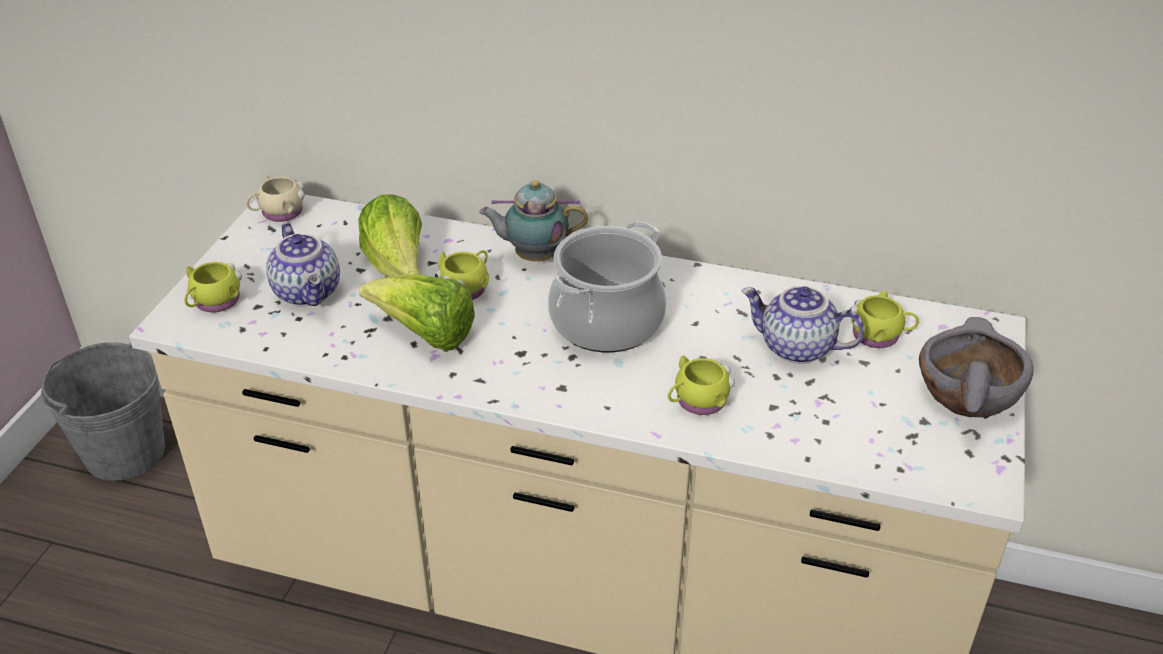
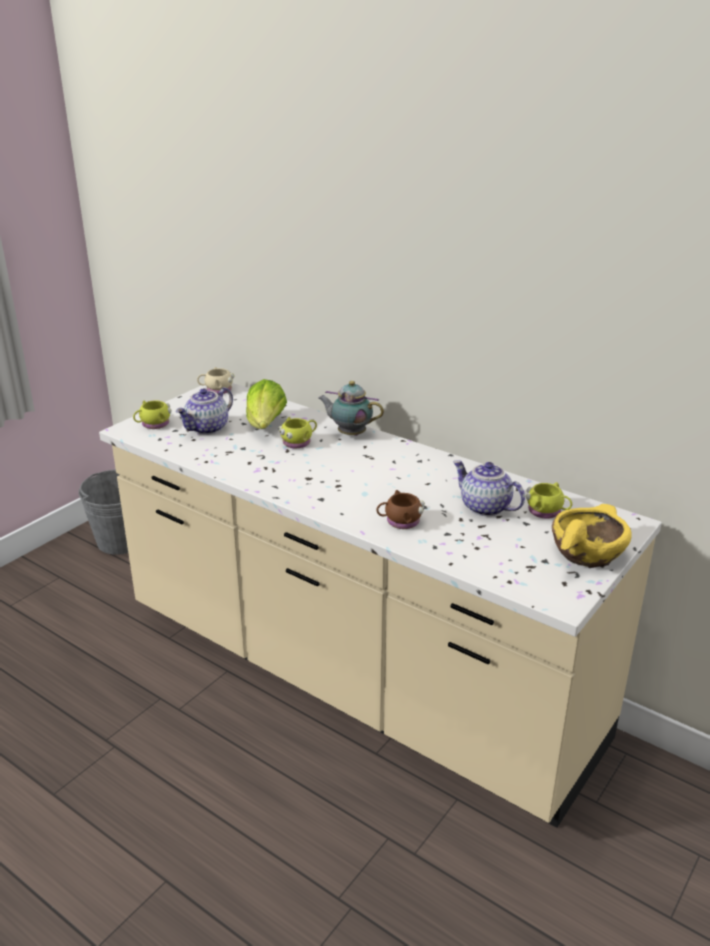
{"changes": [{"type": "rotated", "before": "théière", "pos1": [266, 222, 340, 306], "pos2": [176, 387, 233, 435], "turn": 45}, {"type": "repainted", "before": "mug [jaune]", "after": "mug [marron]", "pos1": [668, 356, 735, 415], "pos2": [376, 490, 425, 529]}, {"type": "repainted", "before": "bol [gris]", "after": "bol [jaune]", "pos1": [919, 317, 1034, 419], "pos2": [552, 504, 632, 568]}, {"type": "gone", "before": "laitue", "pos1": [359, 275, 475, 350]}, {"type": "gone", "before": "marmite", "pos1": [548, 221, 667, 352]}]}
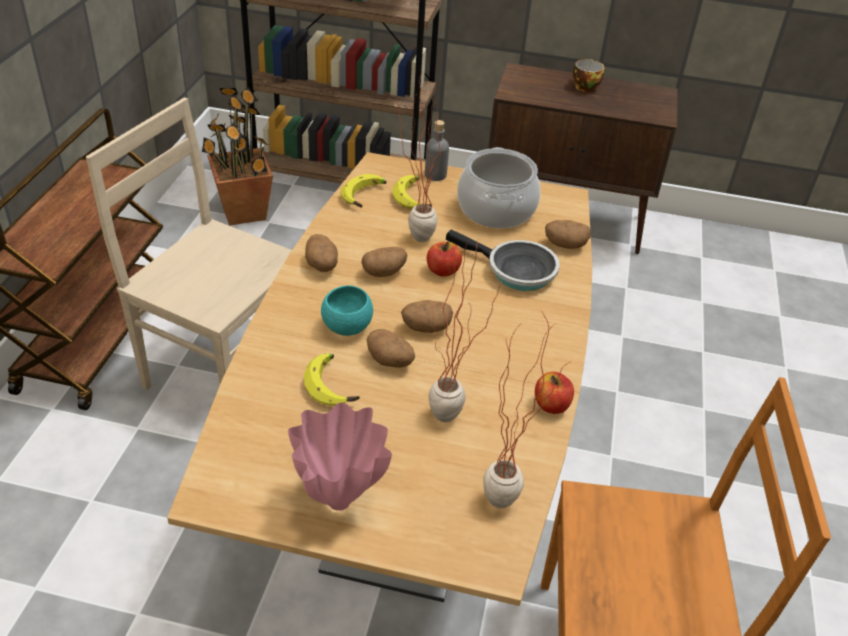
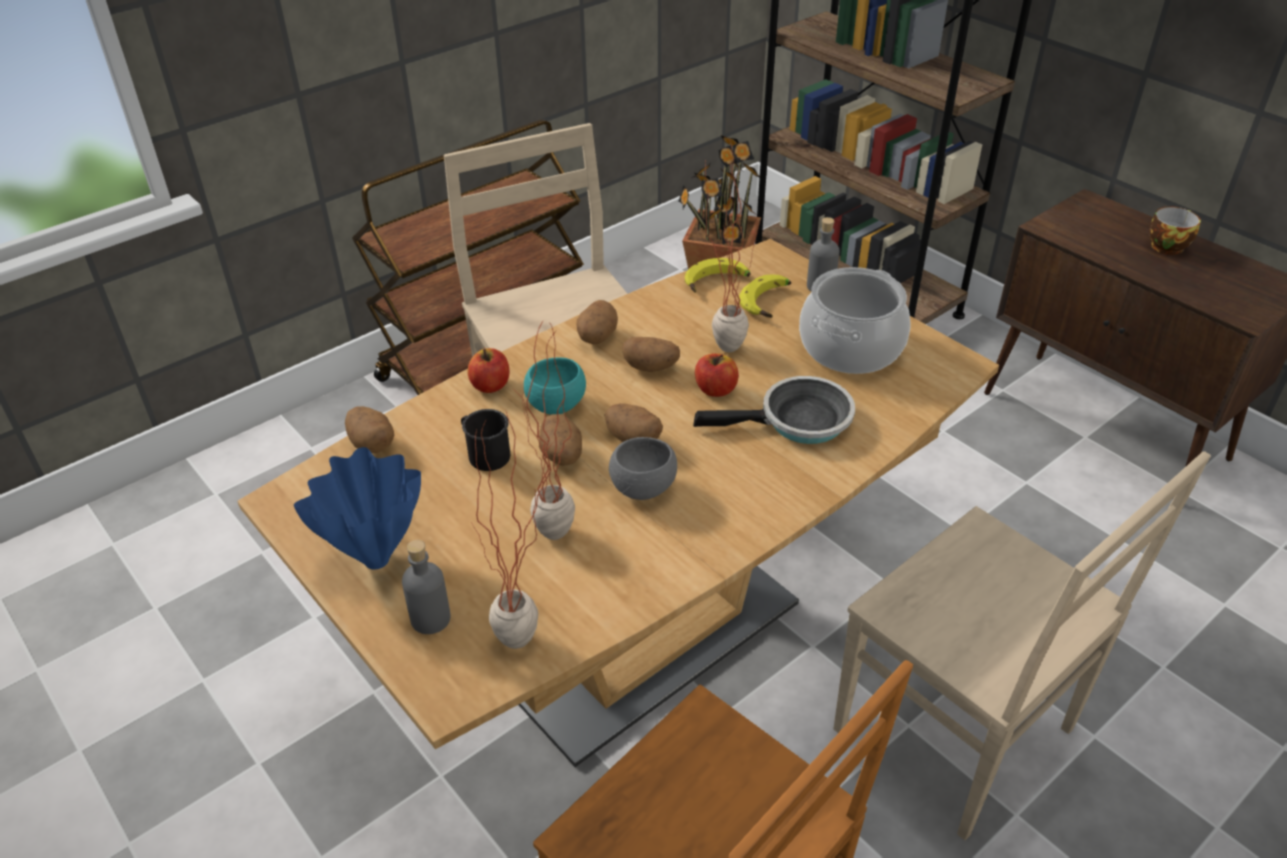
{"changes": [{"type": "repainted", "before": "vase [rose]", "after": "vase [bleu]", "pos1": [288, 402, 392, 511], "pos2": [294, 447, 421, 569]}, {"type": "shifted", "before": "pomme de terre", "pos1": [545, 220, 591, 249], "pos2": [345, 406, 394, 453]}, {"type": "new", "after": "bouteille [gris]", "pos2": [402, 540, 451, 634]}, {"type": "swapped", "before": "banane", "after": "mug [noir]", "pos1": [304, 353, 360, 406], "pos2": [461, 409, 510, 471]}, {"type": "shifted", "before": "pomme", "pos1": [535, 371, 574, 414], "pos2": [467, 348, 510, 393]}, {"type": "new", "after": "bol [gris]", "pos2": [609, 437, 677, 500]}, {"type": "rotated", "before": "poêle", "pos1": [446, 229, 560, 291], "pos2": [693, 376, 855, 444], "turn": -75}, {"type": "new", "after": "chaise [beige]", "pos2": [833, 451, 1211, 840]}]}
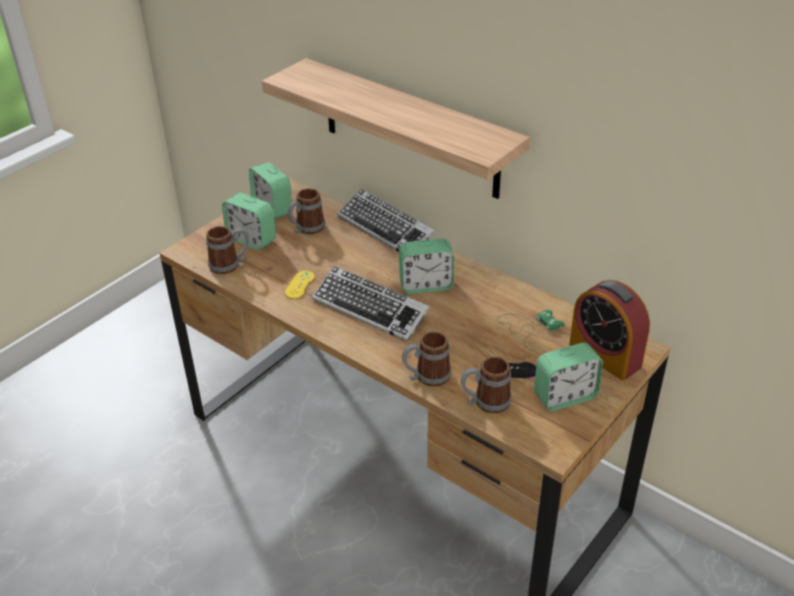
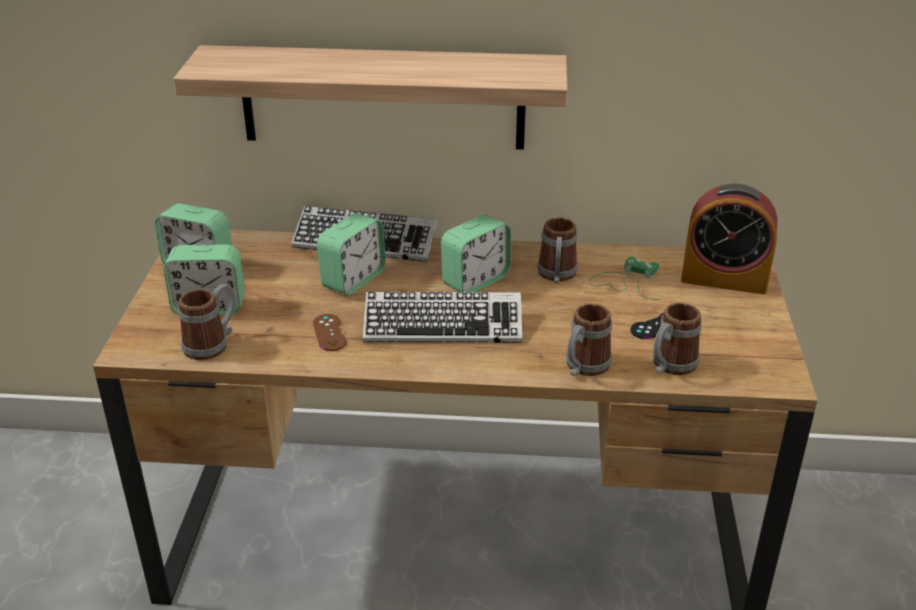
{"changes": [{"type": "repainted", "before": "manette [jaune]", "after": "manette [marron]", "pos1": [285, 271, 315, 299], "pos2": [313, 314, 347, 351]}, {"type": "shifted", "before": "réveil", "pos1": [534, 342, 603, 411], "pos2": [317, 213, 386, 295]}, {"type": "shifted", "before": "mug", "pos1": [288, 188, 325, 234], "pos2": [537, 218, 578, 283]}]}
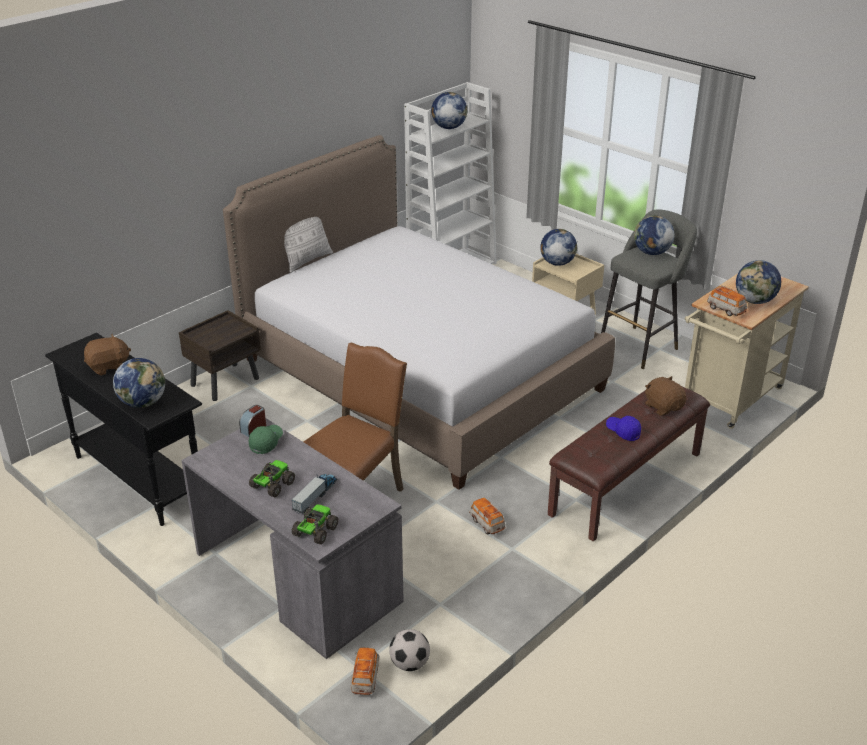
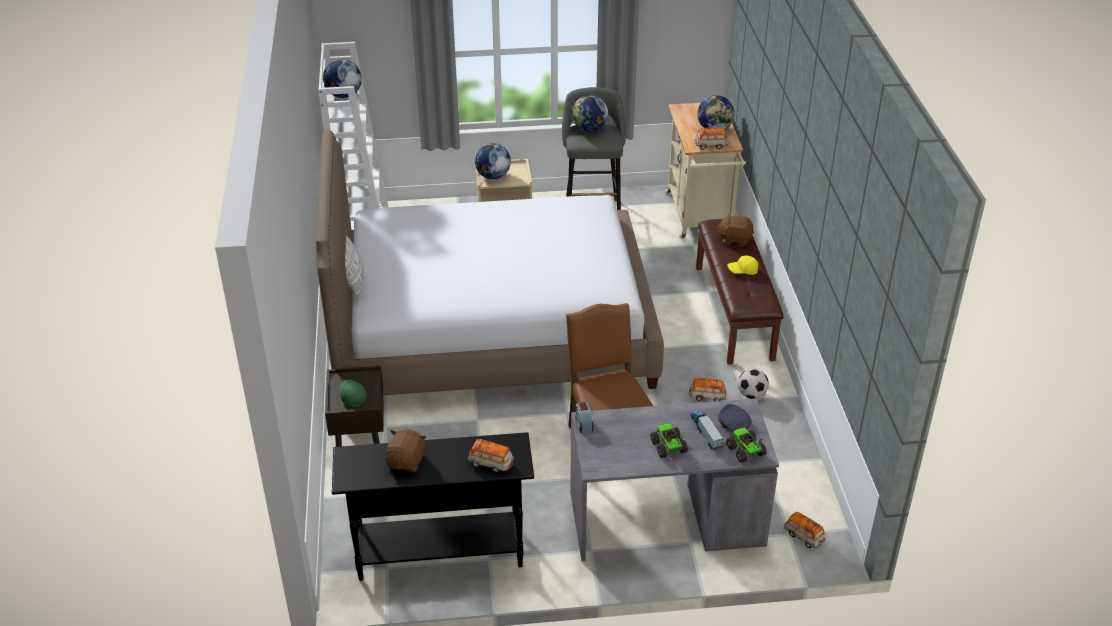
{"changes": [{"type": "shifted", "before": "casquette [vert]", "pos1": [249, 425, 283, 454], "pos2": [339, 379, 367, 407]}, {"type": "swapped", "before": "globe", "after": "petite voiture", "pos1": [113, 358, 165, 408], "pos2": [468, 439, 514, 473]}, {"type": "new", "after": "casquette [gris]", "pos2": [718, 404, 752, 432]}, {"type": "repainted", "before": "casquette [bleu]", "after": "casquette [jaune]", "pos1": [606, 416, 641, 441], "pos2": [727, 256, 758, 275]}, {"type": "shifted", "before": "ballon de foot", "pos1": [389, 629, 430, 671], "pos2": [738, 368, 769, 399]}]}
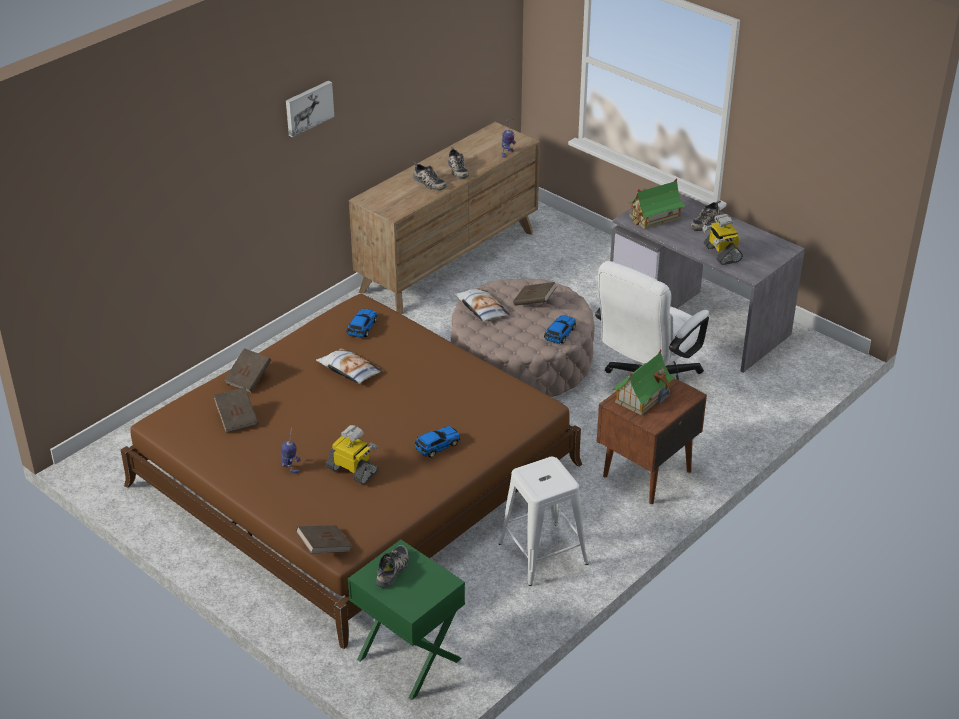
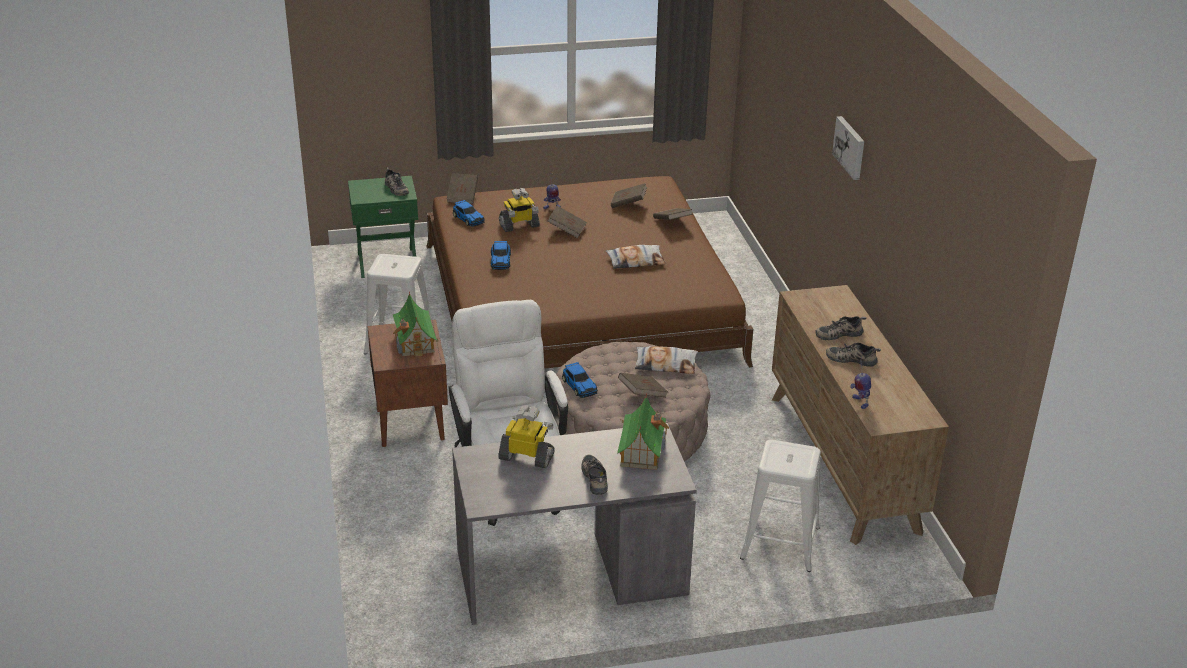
{"changes": [{"type": "shifted", "before": "petite voiture", "pos1": [346, 309, 377, 338], "pos2": [453, 200, 485, 227]}, {"type": "new", "after": "livre [marron]", "pos2": [547, 206, 587, 238]}, {"type": "new", "after": "tabouret [blanc]", "pos2": [740, 440, 821, 572]}]}
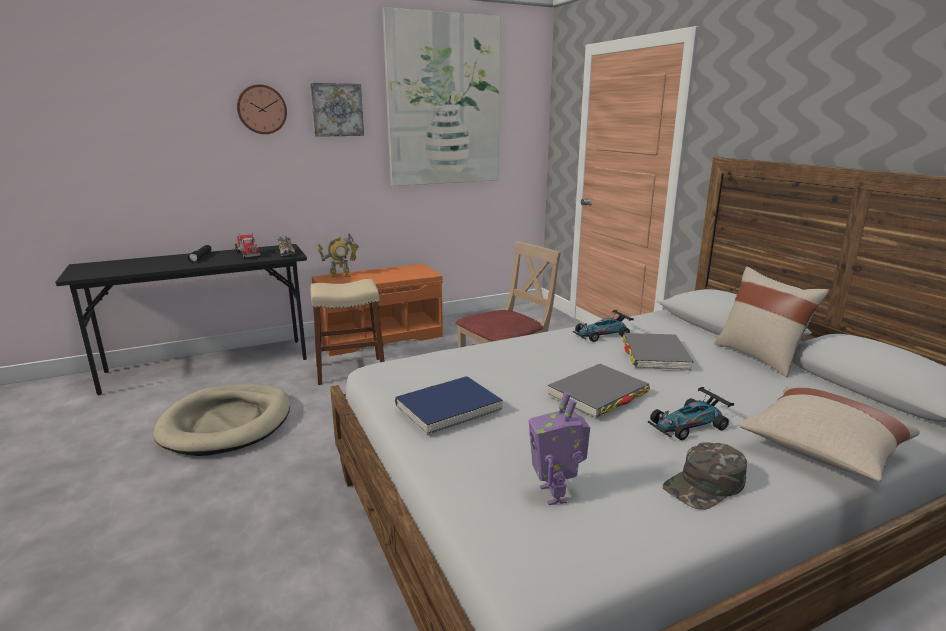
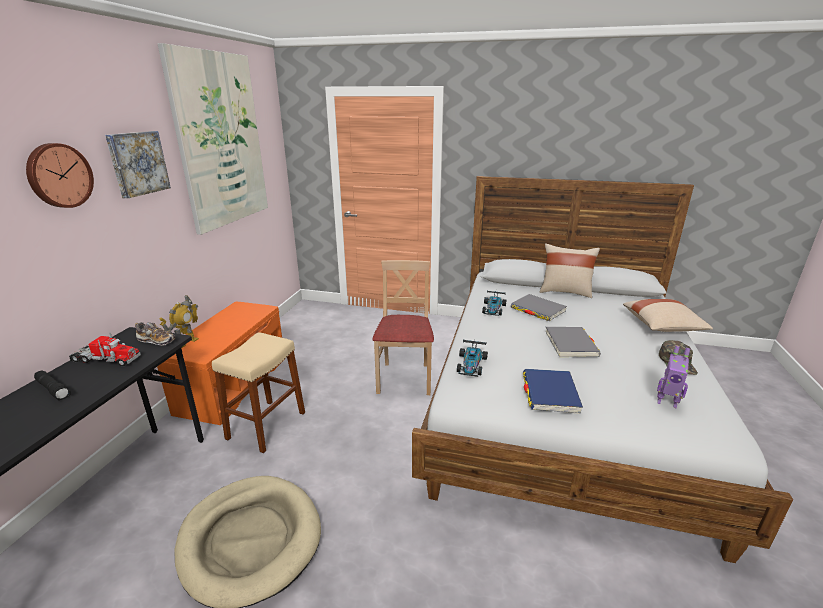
{"changes": [{"type": "shifted", "before": "petite voiture", "pos1": [648, 387, 734, 440], "pos2": [457, 339, 488, 377]}]}
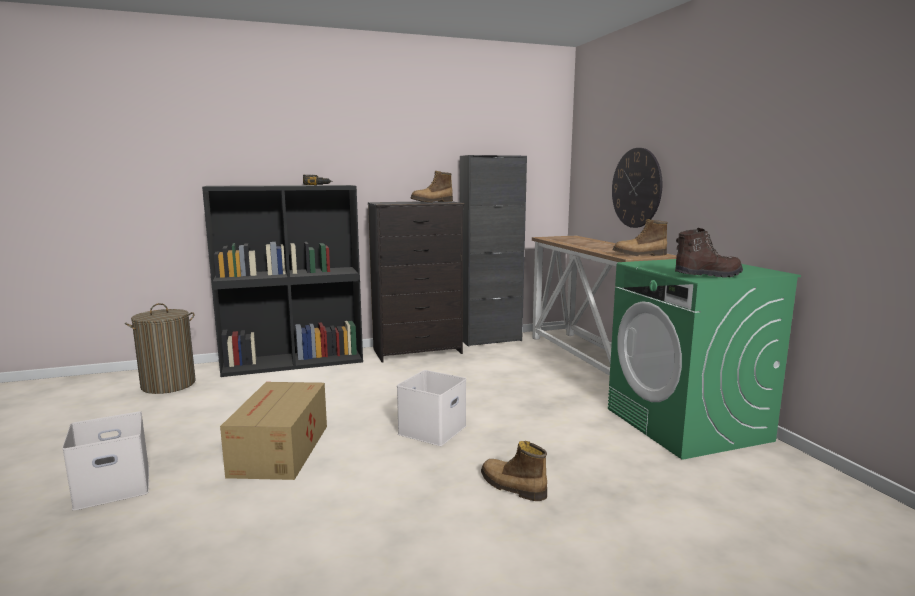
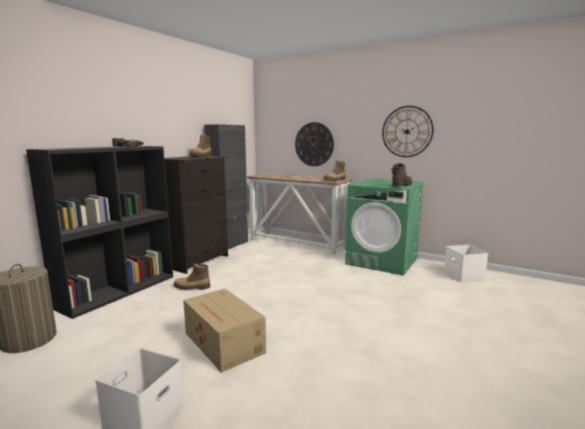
{"changes": [{"type": "shifted", "before": "botte", "pos1": [481, 441, 547, 501], "pos2": [173, 264, 210, 290]}, {"type": "new", "after": "horloge murale", "pos2": [382, 106, 434, 157]}, {"type": "shifted", "before": "boîte de rangement [blanc]", "pos1": [397, 370, 466, 446], "pos2": [444, 245, 488, 283]}]}
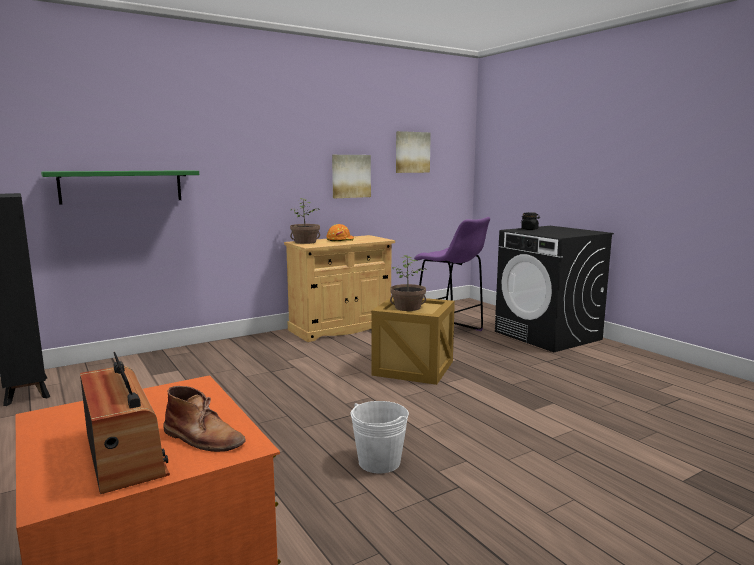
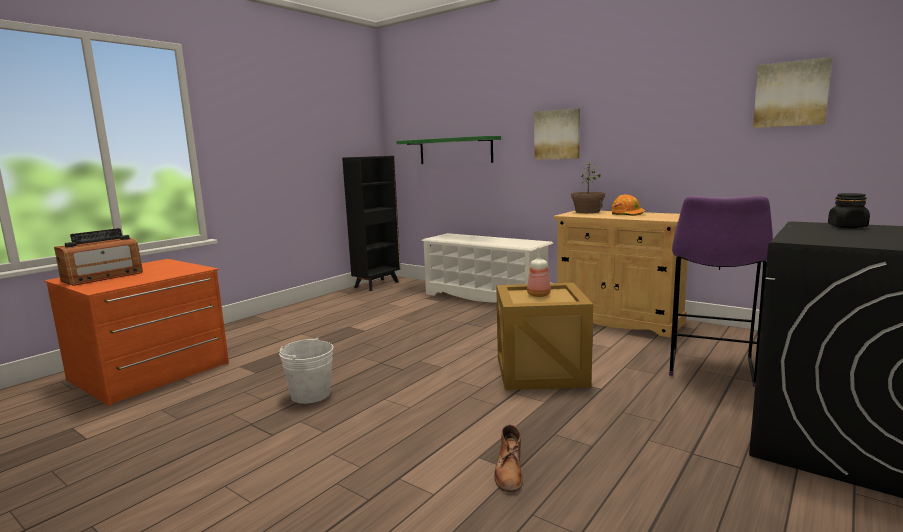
{"changes": [{"type": "new", "after": "étagère à chaussures [blanc]", "pos2": [421, 233, 554, 303]}, {"type": "shifted", "before": "botte [marron]", "pos1": [163, 386, 246, 452], "pos2": [494, 425, 523, 492]}, {"type": "swapped", "before": "plante en pot", "after": "bouteille", "pos1": [390, 255, 427, 311], "pos2": [527, 247, 551, 297]}, {"type": "shifted", "before": "tableau", "pos1": [332, 155, 371, 198], "pos2": [534, 108, 580, 160]}]}
